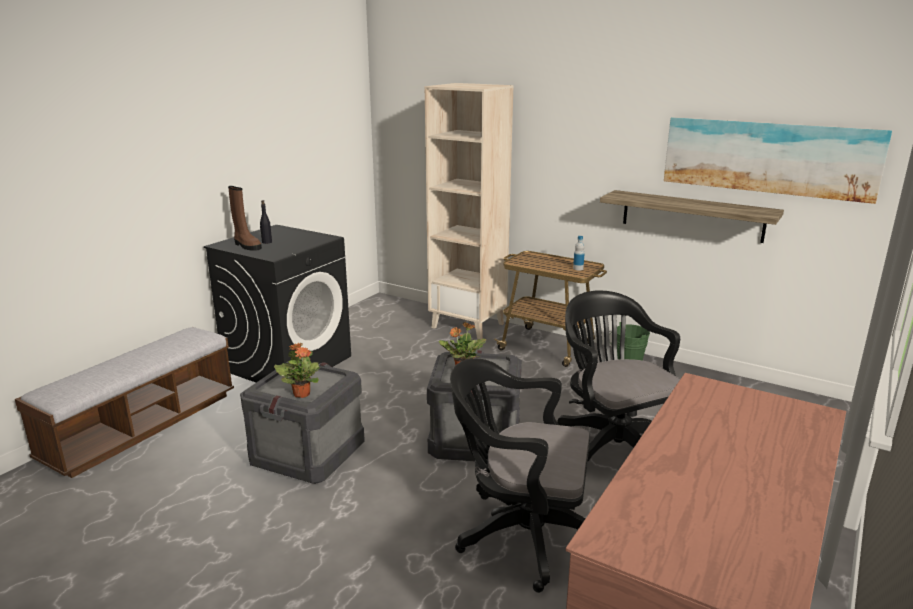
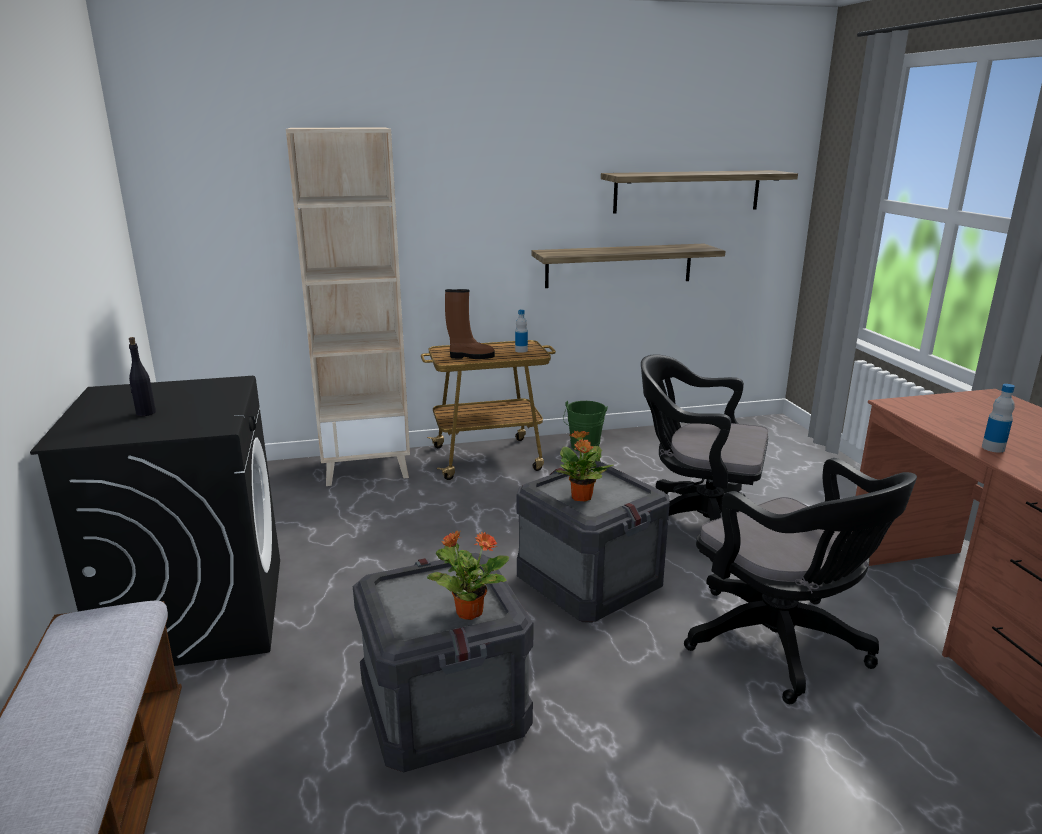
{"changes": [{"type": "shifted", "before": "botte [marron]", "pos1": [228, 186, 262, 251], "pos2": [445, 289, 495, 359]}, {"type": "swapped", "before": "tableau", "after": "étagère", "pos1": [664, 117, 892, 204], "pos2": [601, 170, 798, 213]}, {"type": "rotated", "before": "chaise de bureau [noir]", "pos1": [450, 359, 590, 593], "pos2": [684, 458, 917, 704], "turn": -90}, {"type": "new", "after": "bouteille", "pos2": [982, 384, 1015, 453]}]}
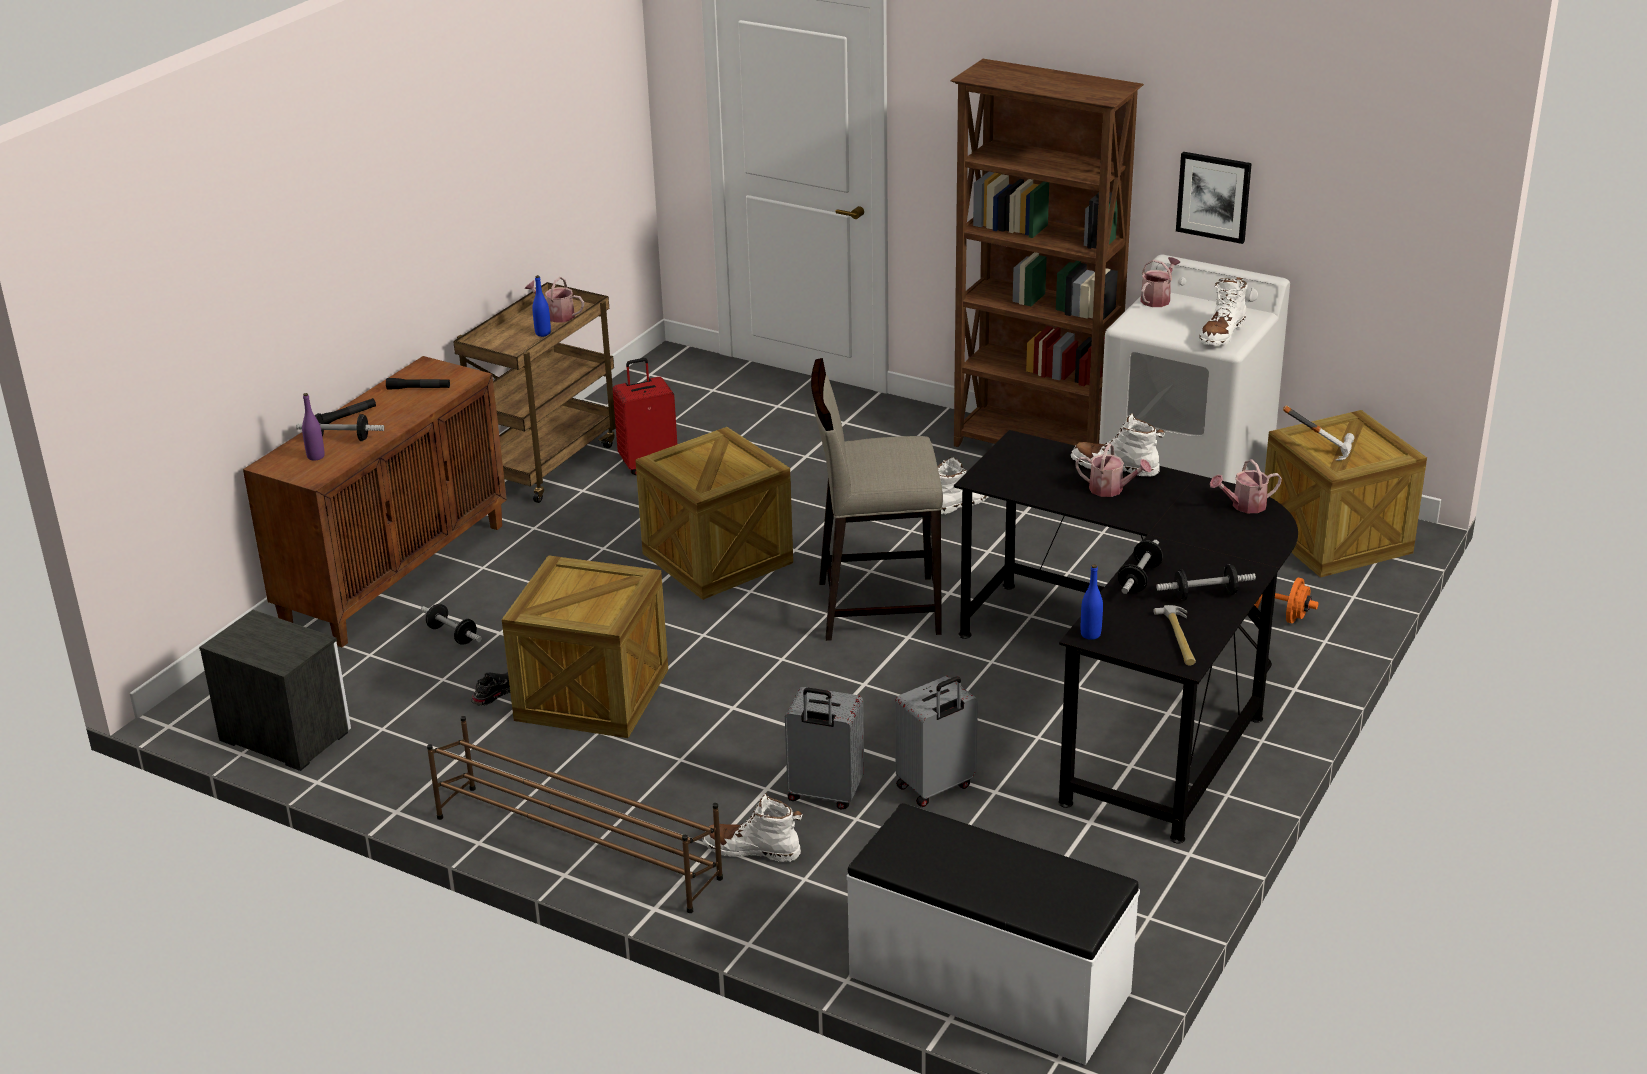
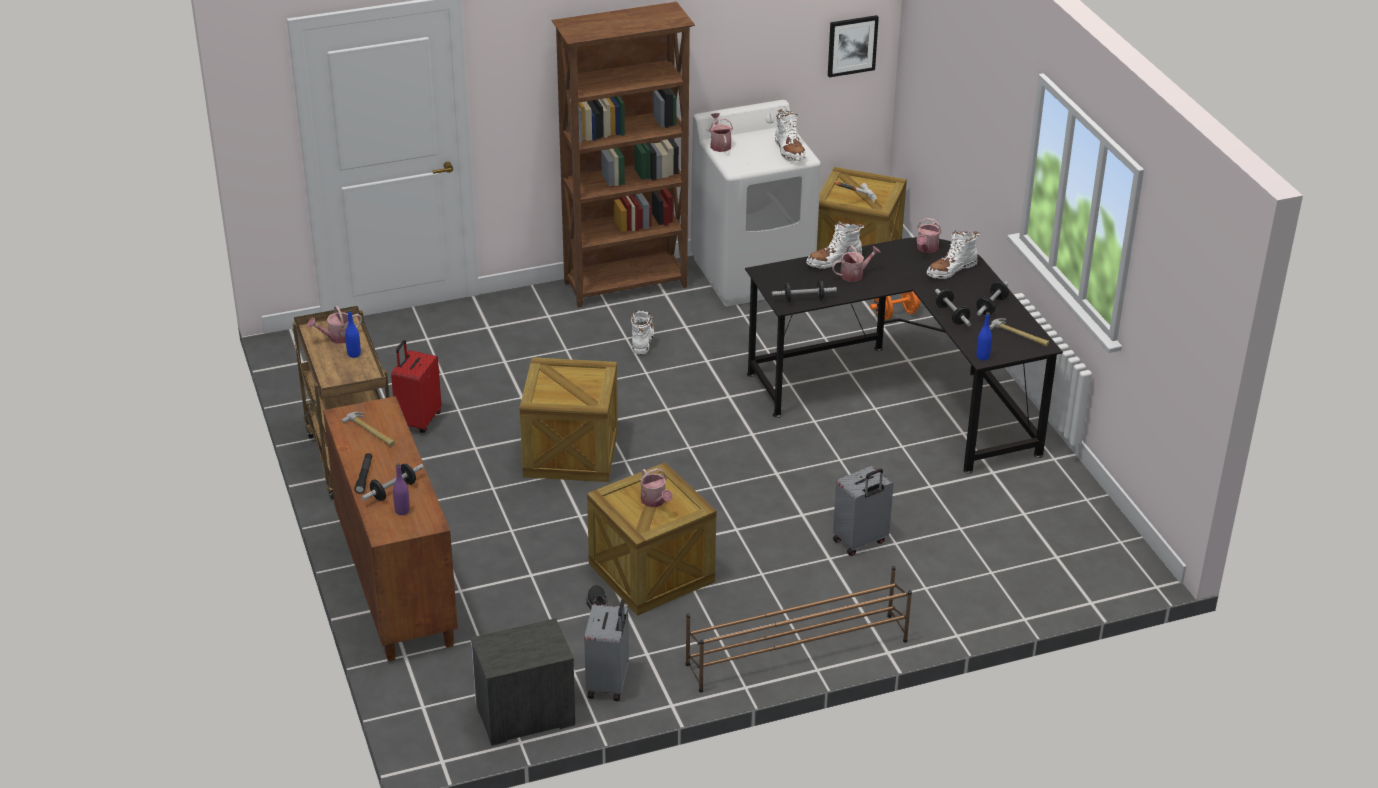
{"changes": [{"type": "swapped", "before": "lampe de poche [noir]", "after": "marteau", "pos1": [386, 378, 450, 389], "pos2": [341, 412, 395, 447]}, {"type": "shifted", "before": "valise [gris]", "pos1": [895, 676, 978, 807], "pos2": [584, 599, 629, 701]}, {"type": "new", "after": "arrosoir", "pos2": [640, 468, 673, 507]}, {"type": "shifted", "before": "haltère", "pos1": [421, 604, 482, 645], "pos2": [772, 281, 837, 303]}, {"type": "shifted", "before": "tableau", "pos1": [1176, 152, 1252, 244], "pos2": [828, 15, 879, 77]}, {"type": "shifted", "before": "botte [blanc]", "pos1": [702, 794, 802, 862], "pos2": [926, 230, 980, 279]}, {"type": "gone", "before": "tabouret [beige]", "pos1": [811, 358, 943, 641]}, {"type": "gone", "before": "banc [blanc]", "pos1": [847, 803, 1140, 1065]}]}
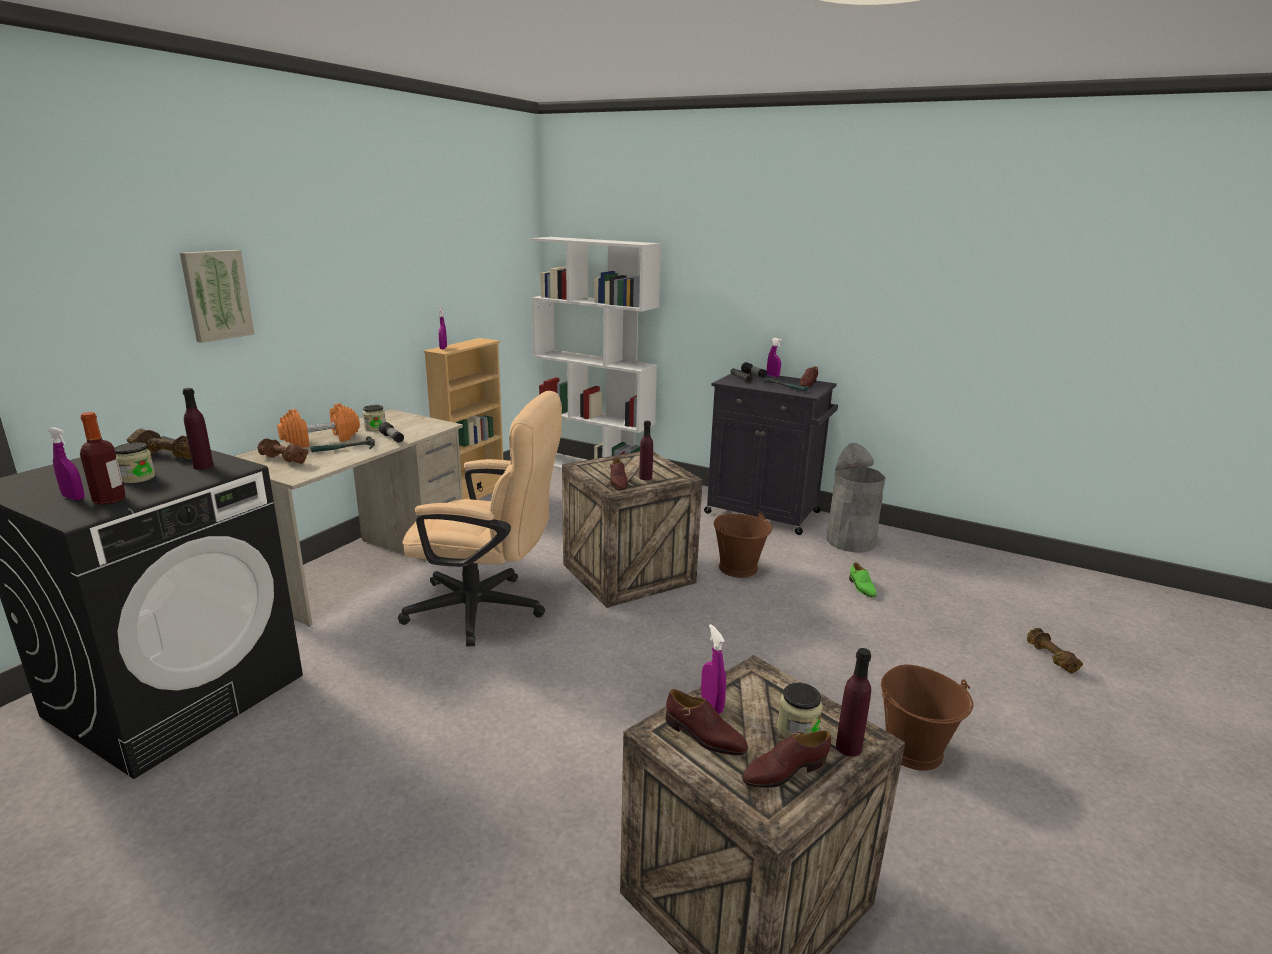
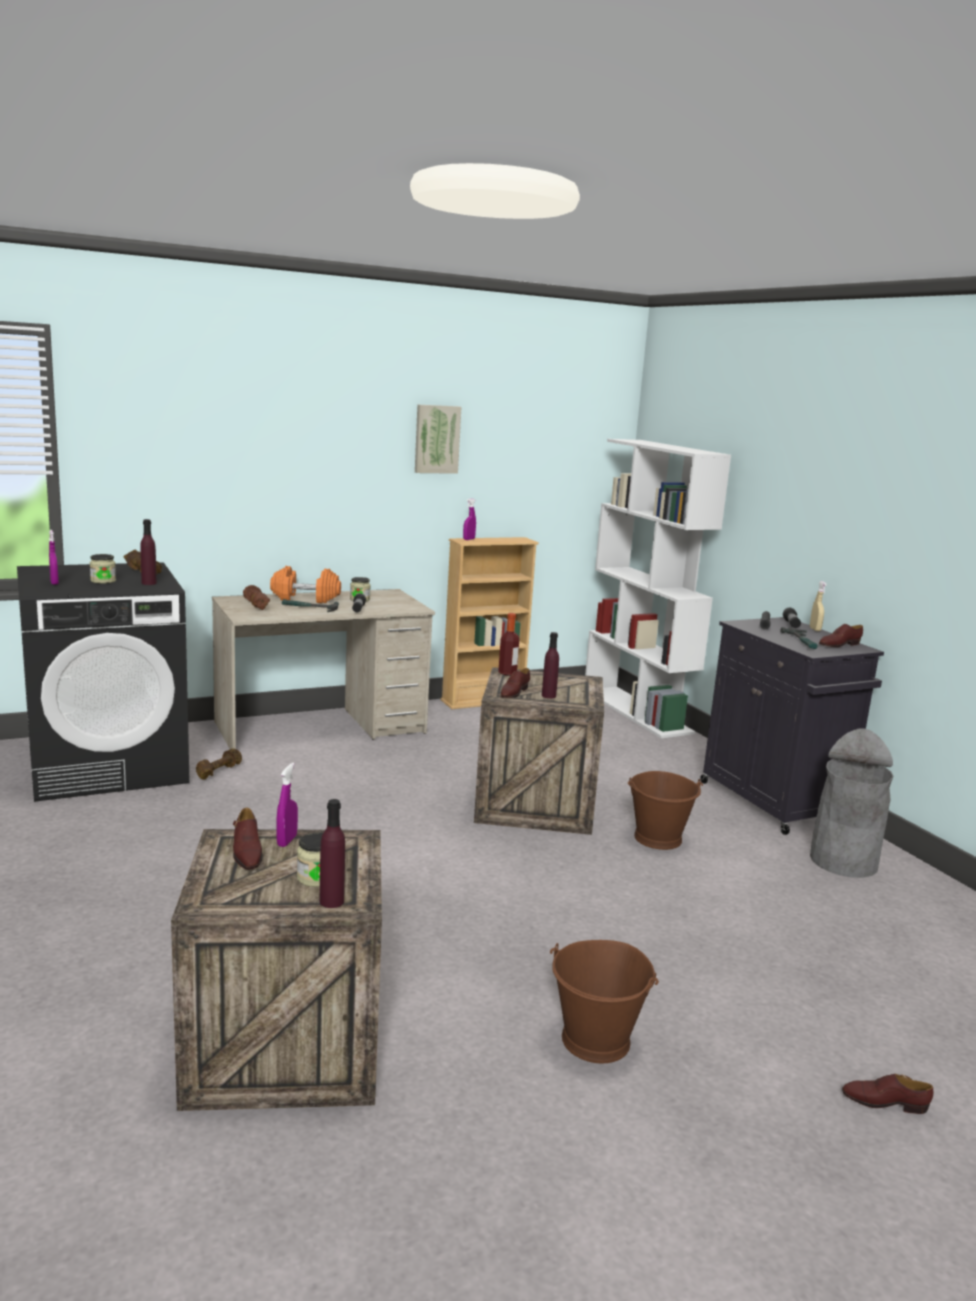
{"changes": [{"type": "shifted", "before": "haltère [marron]", "pos1": [1027, 628, 1083, 673], "pos2": [196, 748, 242, 780]}, {"type": "shifted", "before": "tableau", "pos1": [180, 250, 254, 343], "pos2": [415, 405, 461, 474]}, {"type": "shifted", "before": "bouteille", "pos1": [80, 412, 126, 505], "pos2": [498, 613, 519, 676]}, {"type": "repainted", "before": "vaporisateur [violet]", "after": "vaporisateur [beige]", "pos1": [767, 338, 782, 377], "pos2": [810, 581, 827, 631]}, {"type": "shifted", "before": "chaussure [marron]", "pos1": [742, 730, 831, 788], "pos2": [842, 1074, 933, 1114]}, {"type": "gone", "before": "chaise de bureau [beige]", "pos1": [398, 391, 562, 647]}, {"type": "gone", "before": "chaussure [vert]", "pos1": [849, 562, 877, 597]}]}
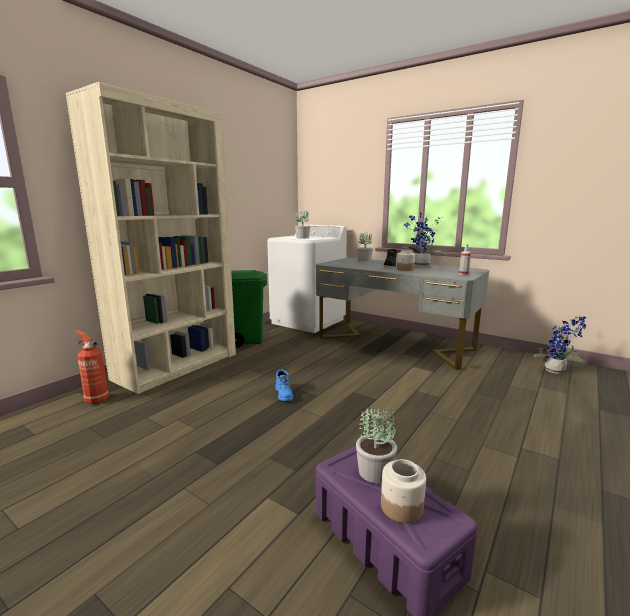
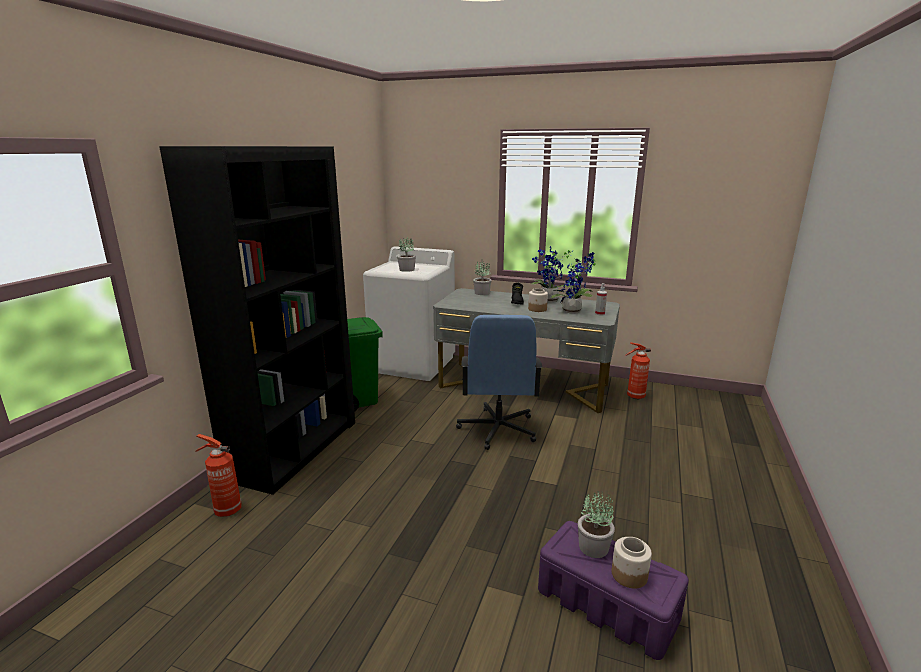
{"changes": [{"type": "repainted", "before": "bibliothèque [beige]", "after": "bibliothèque [noir]", "pos1": [66, 82, 236, 394], "pos2": [159, 146, 355, 495]}, {"type": "new", "after": "chaise de bureau [bleu]", "pos2": [456, 315, 542, 450]}, {"type": "shifted", "before": "plante en pot", "pos1": [533, 315, 586, 374], "pos2": [550, 252, 596, 314]}, {"type": "new", "after": "extincteur", "pos2": [626, 342, 651, 399]}, {"type": "gone", "before": "botte [bleu]", "pos1": [275, 370, 293, 401]}]}
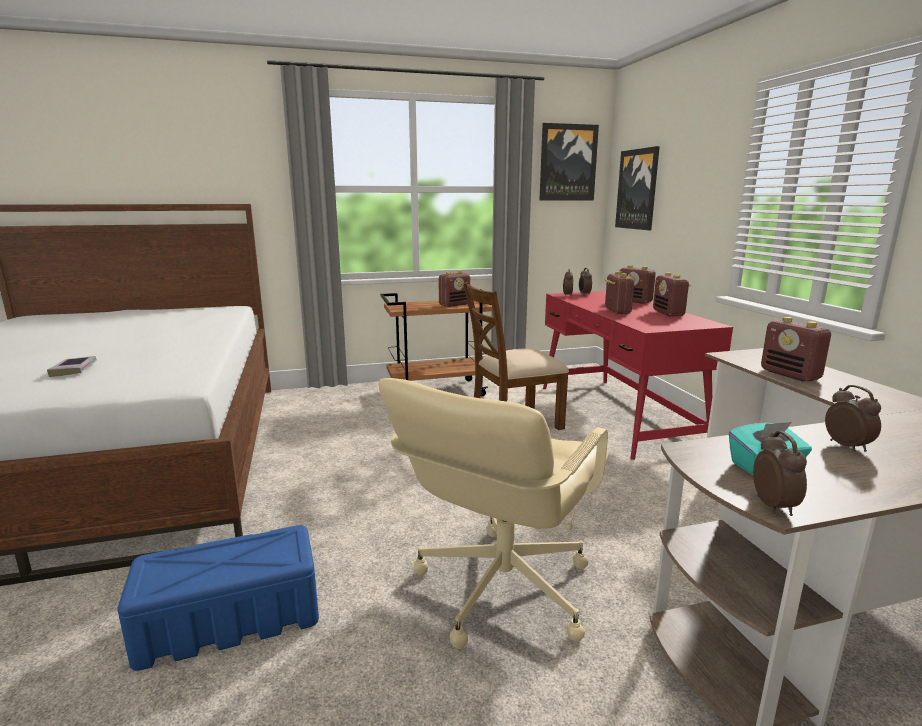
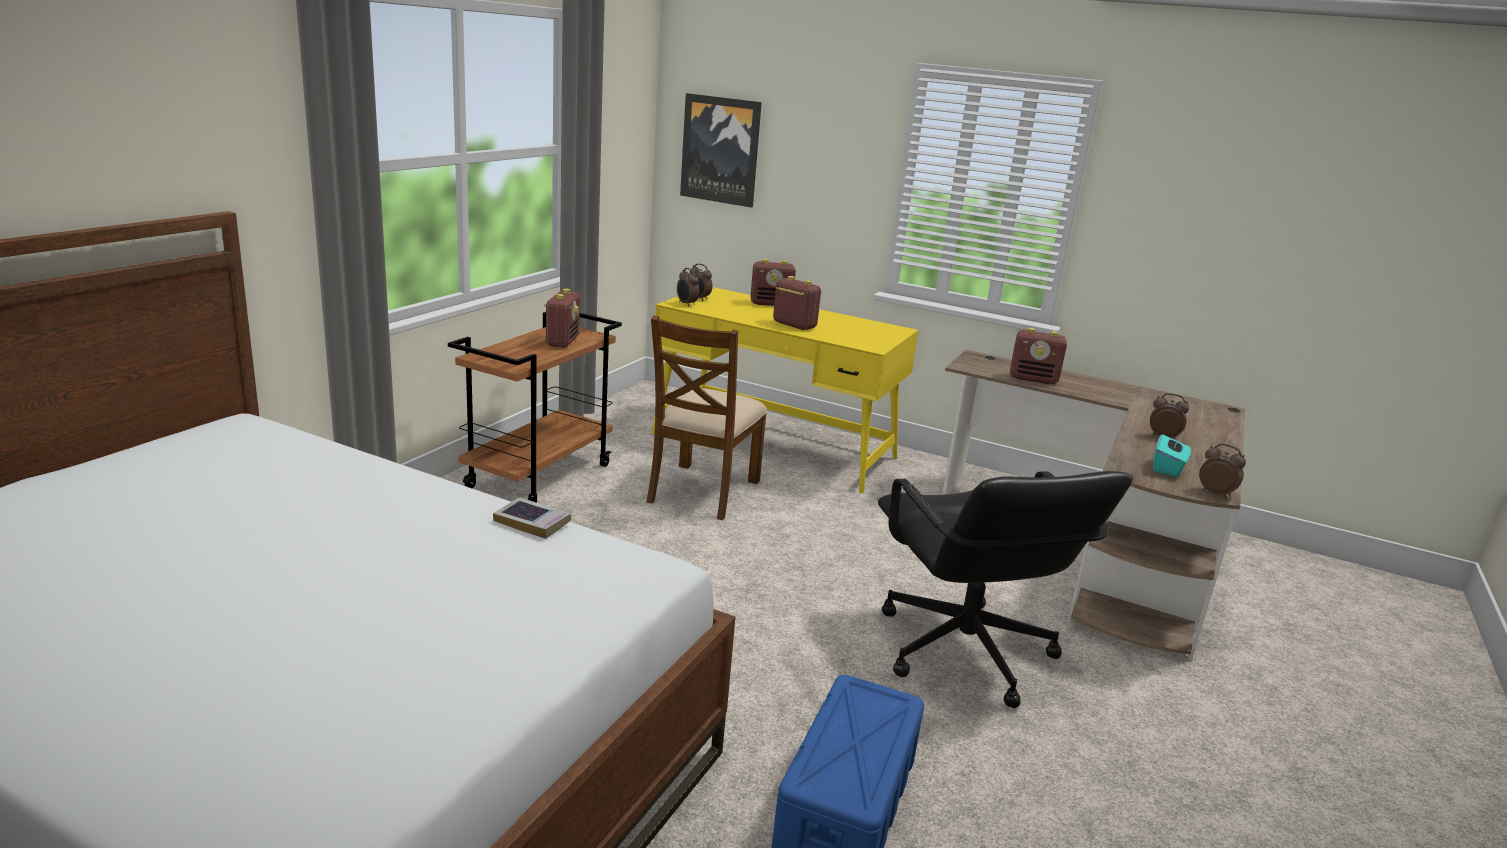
{"changes": [{"type": "shifted", "before": "livre", "pos1": [47, 356, 97, 377], "pos2": [493, 497, 571, 539]}, {"type": "repainted", "before": "bureau [rouge]", "after": "bureau [jaune]", "pos1": [543, 291, 733, 460], "pos2": [652, 287, 919, 493]}, {"type": "repainted", "before": "chaise de bureau [beige]", "after": "chaise de bureau [noir]", "pos1": [378, 378, 608, 649], "pos2": [878, 471, 1133, 708]}, {"type": "gone", "before": "tableau", "pos1": [540, 123, 599, 200]}, {"type": "gone", "before": "radio", "pos1": [653, 272, 691, 316]}]}
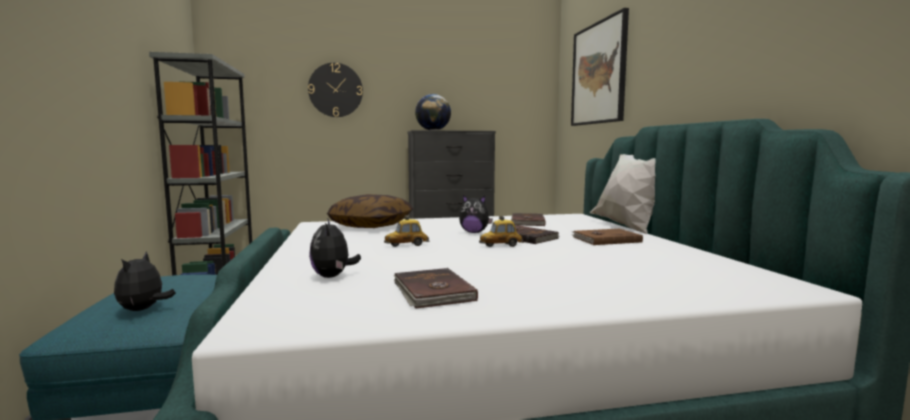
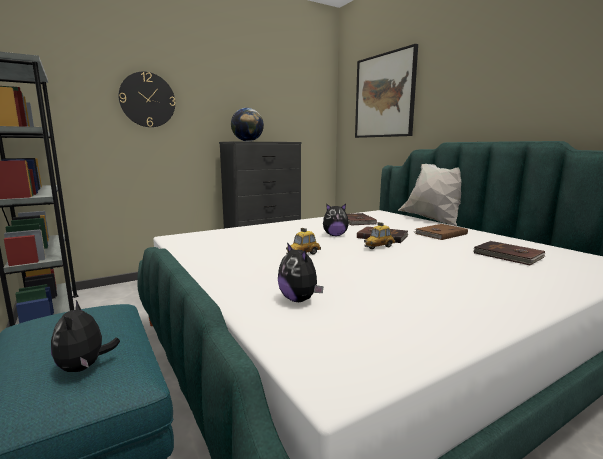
{"changes": [{"type": "shifted", "before": "livre [marron]", "pos1": [394, 268, 478, 308], "pos2": [473, 241, 546, 265]}, {"type": "gone", "before": "coussin", "pos1": [327, 194, 413, 228]}]}
